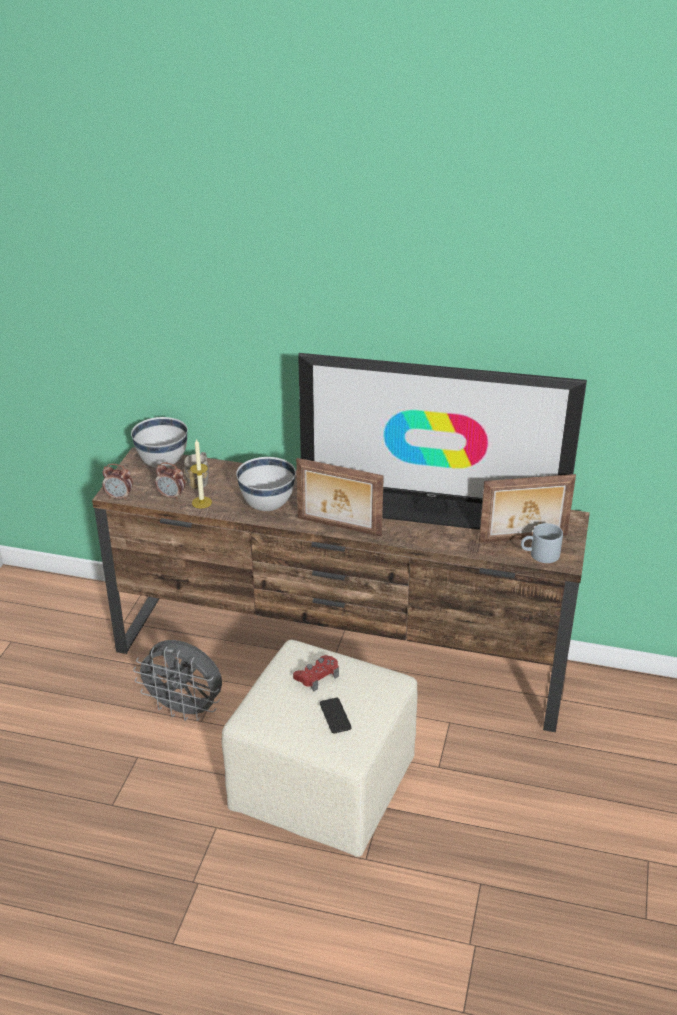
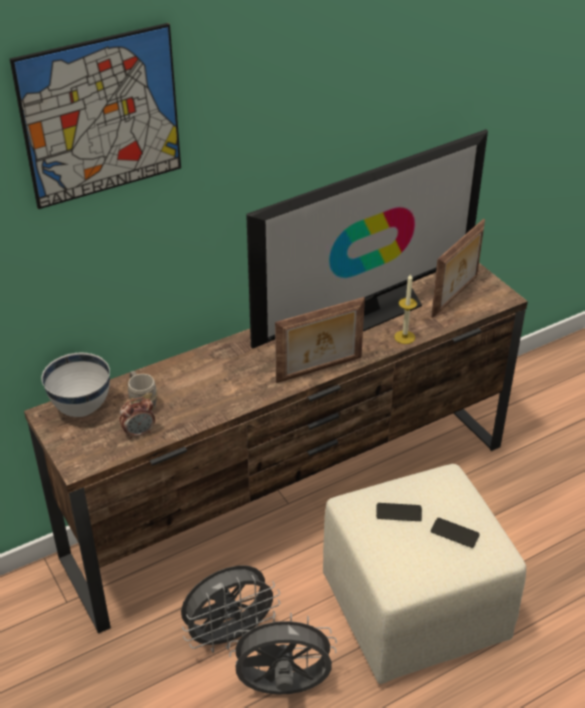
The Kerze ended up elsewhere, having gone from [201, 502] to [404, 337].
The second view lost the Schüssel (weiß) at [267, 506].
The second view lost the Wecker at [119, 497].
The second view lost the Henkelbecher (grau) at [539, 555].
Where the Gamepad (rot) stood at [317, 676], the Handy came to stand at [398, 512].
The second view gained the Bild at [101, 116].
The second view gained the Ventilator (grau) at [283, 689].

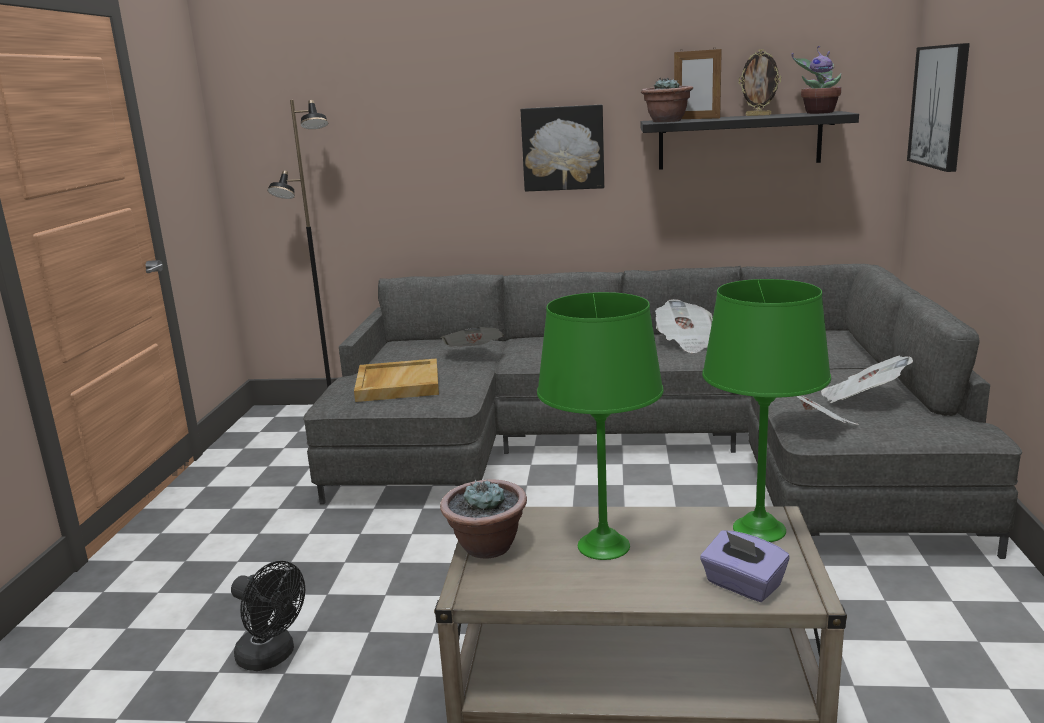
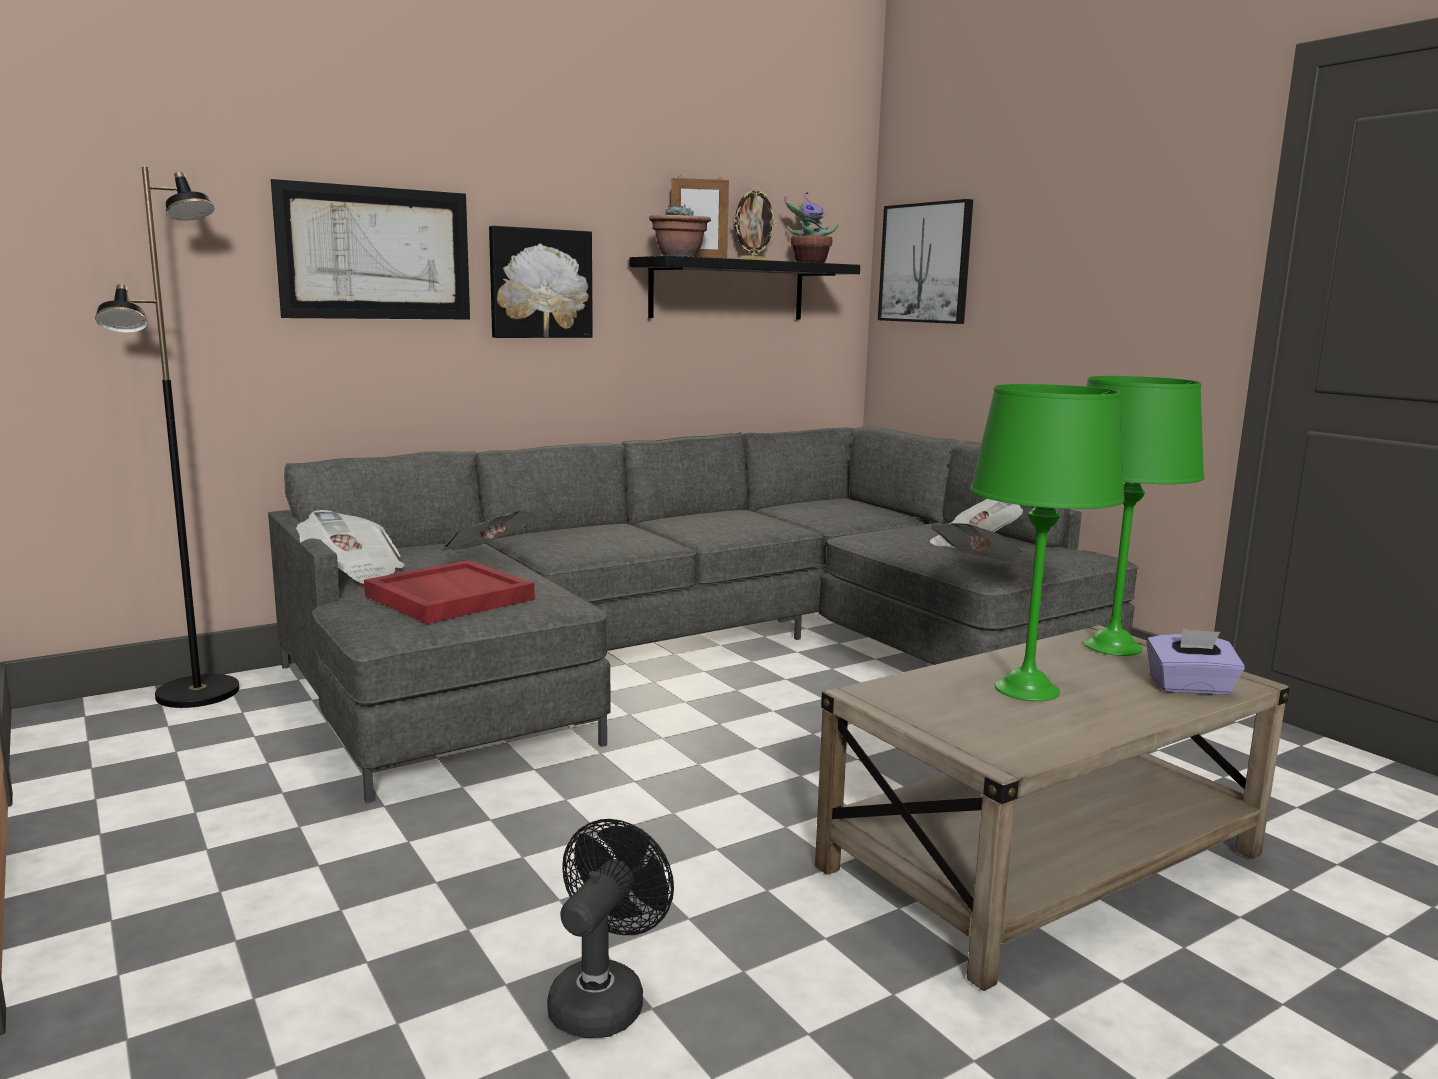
The Zeitung ended up elsewhere, having gone from [686, 343] to [352, 573].
What was the Tablett (beige) at [397, 384] turned into the Tablett (rot) at [448, 597].
The second view lost the Topfpflanze at [486, 547].
The Ventilator (schwarz) at [272, 657] ended up facing another way, 60 degrees counterclockwise from before.
The second view gained the Bild at [376, 253].

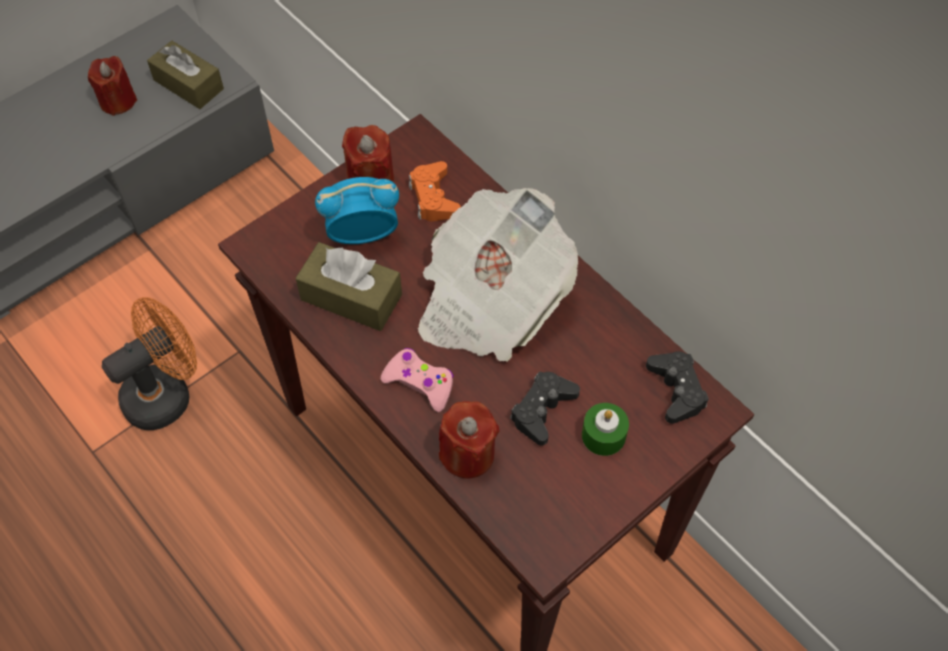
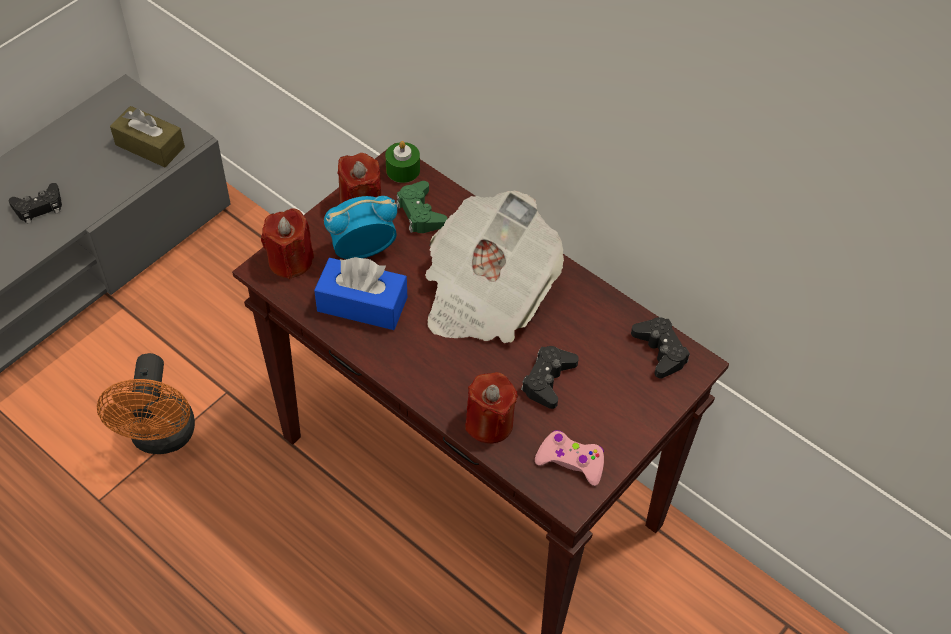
The Kerze (rot) ended up elsewhere, having gone from [118, 101] to [290, 261].
What was the Gamepad (orange) at [433, 198] turned into the Gamepad (grün) at [420, 213].
What was the Taschentuchbox (braun) at [351, 297] turned into the Taschentuchbox (blau) at [362, 304].
The Ventilator (orange) at [166, 393] ended up facing another way, 135 degrees clockwise from before.
The Gamepad (rosa) ended up elsewhere, having gone from [420, 383] to [571, 461].
The Kerze (grün) ended up elsewhere, having gone from [603, 435] to [403, 170].
The second view gained the Gamepad (schwarz) at [39, 207].

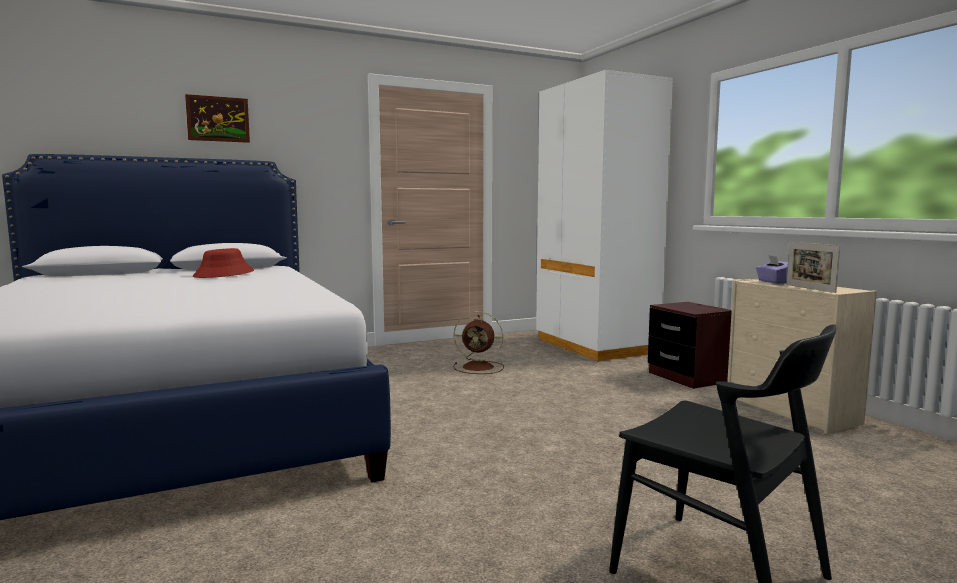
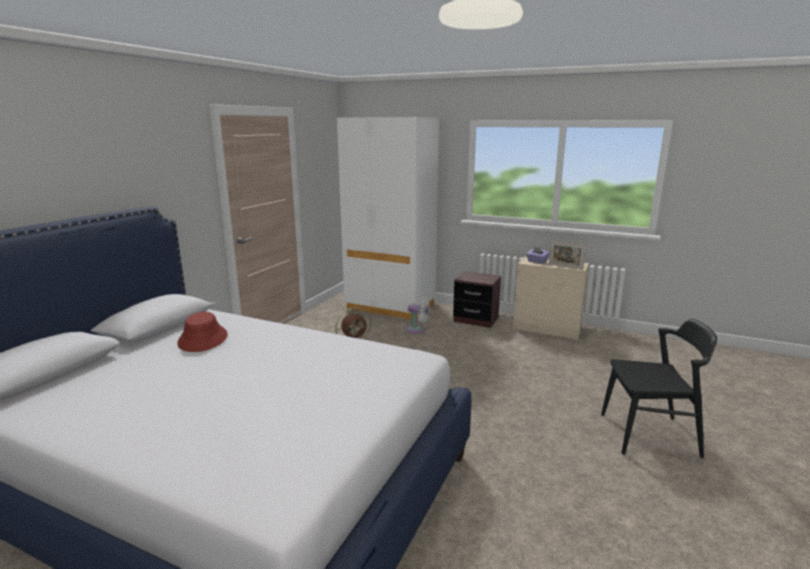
The second view lost the Bild at [218, 119].
The second view gained the Ventilator (weiß) at [417, 329].

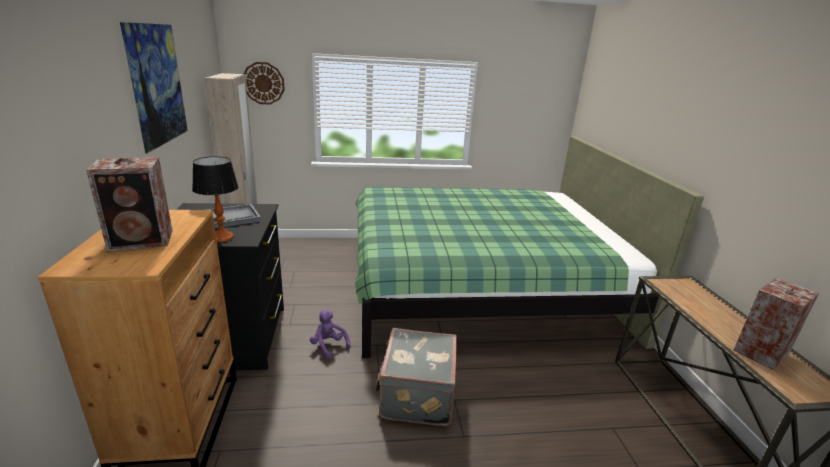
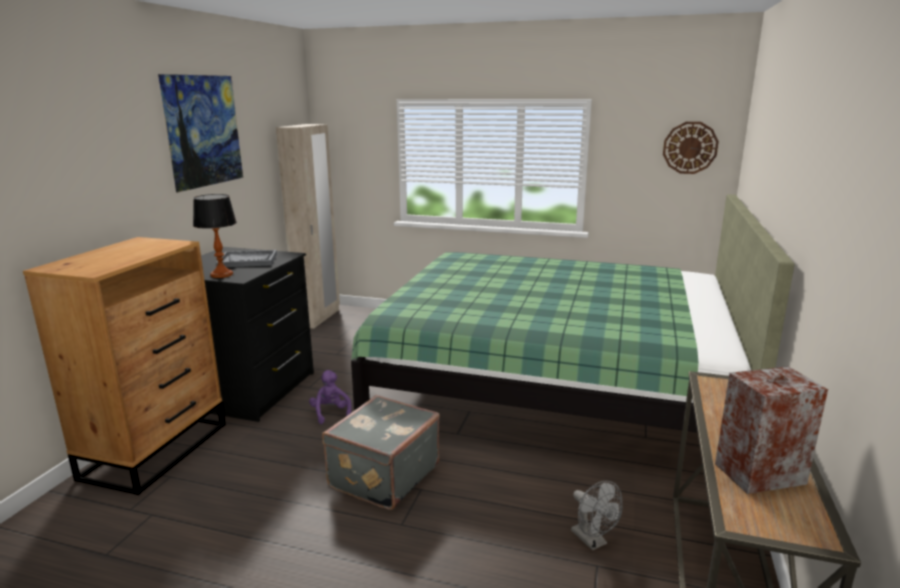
The Wanduhr ended up elsewhere, having gone from [263, 83] to [690, 147].
The second view lost the Lautsprecher at [143, 240].
The second view gained the Ventilator (grau) at [593, 541].

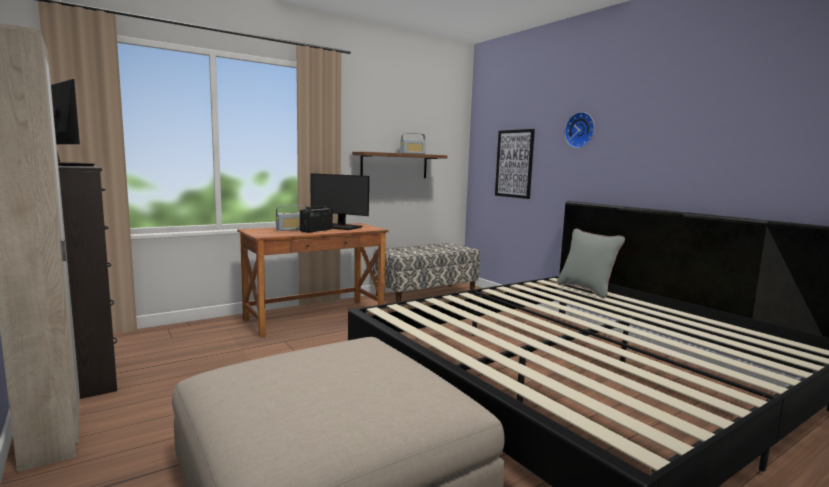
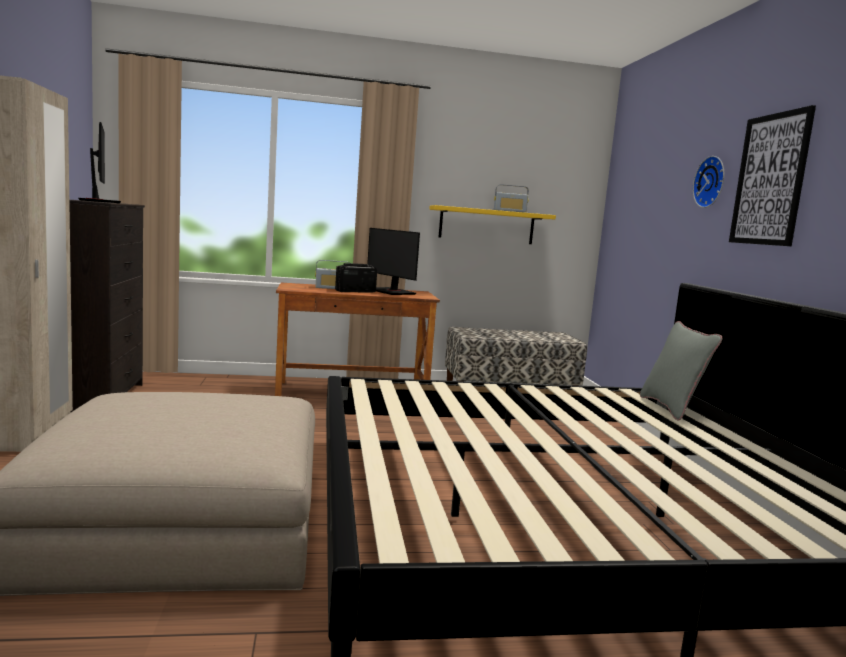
The Bild ended up elsewhere, having gone from [514, 163] to [770, 179].
What was the Wandregal (braun) at [394, 165] turned into the Wandregal (gelb) at [486, 225].

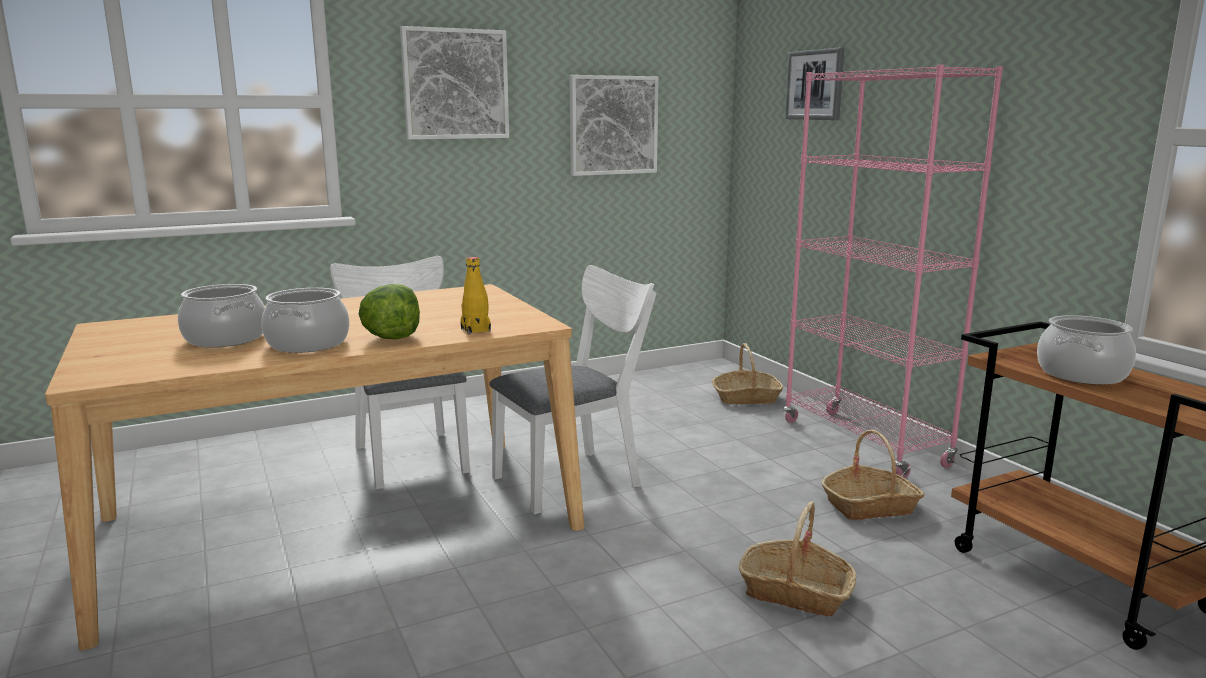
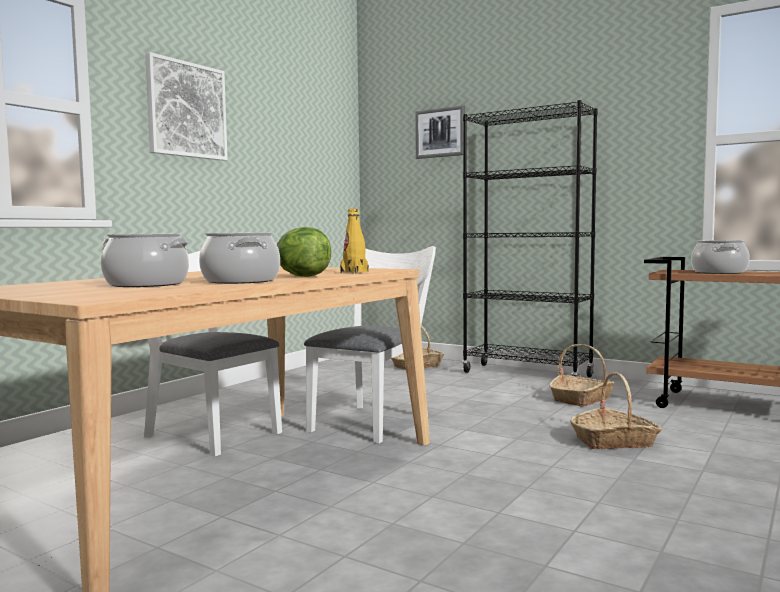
What was the Bücherregal (rosa) at [864, 443] turned into the Bücherregal (schwarz) at [527, 374].
The second view lost the Bild at [613, 125].

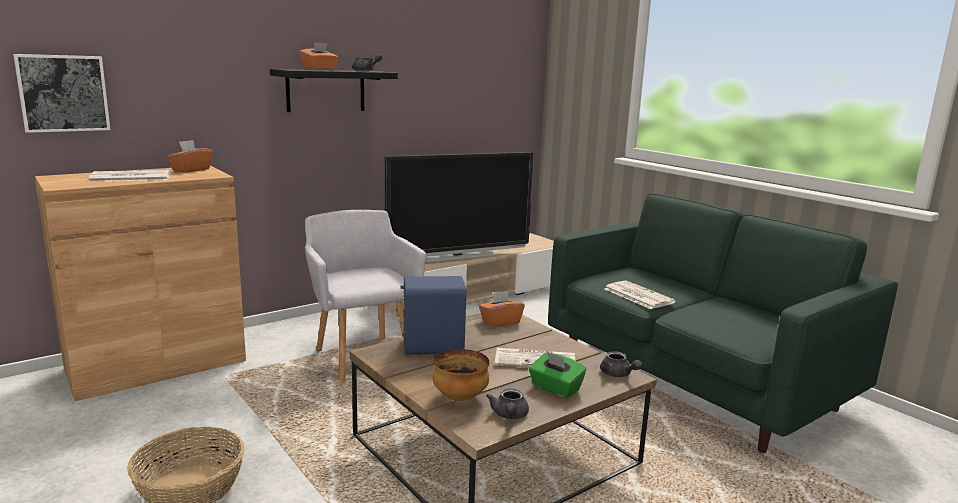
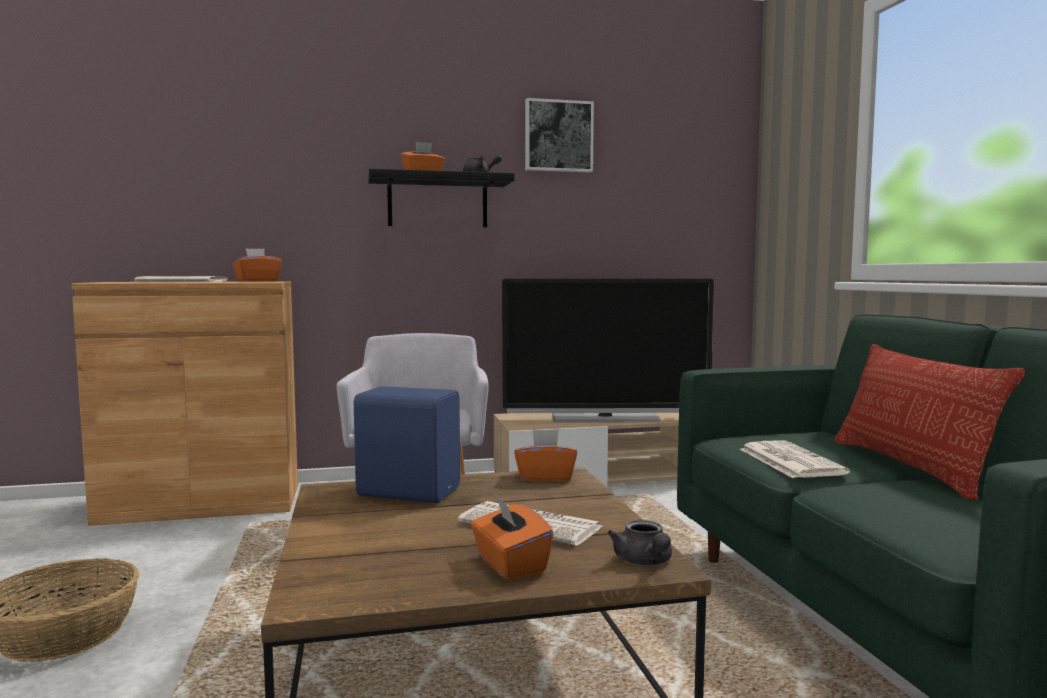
The Bild ended up elsewhere, having gone from [63, 93] to [558, 136].
The second view lost the Schüssel at [459, 397].
What was the Taschentuchbox (grün) at [555, 388] turned into the Taschentuchbox (orange) at [509, 564].
The second view lost the Teekanne (grau) at [509, 416].
The second view gained the Kissen at [910, 467].

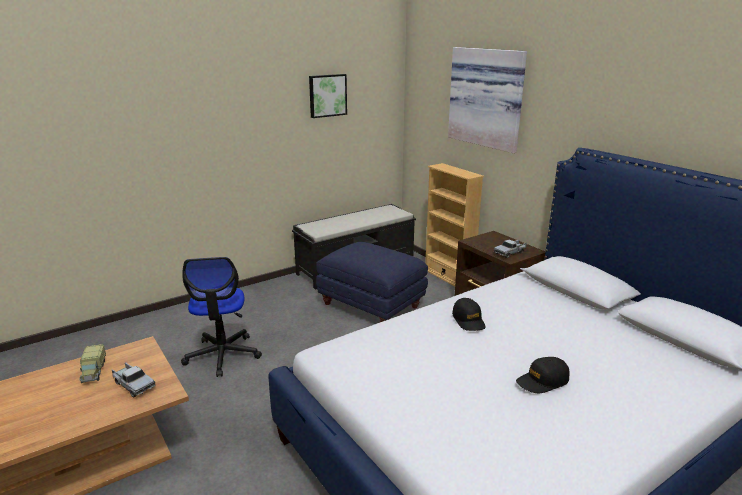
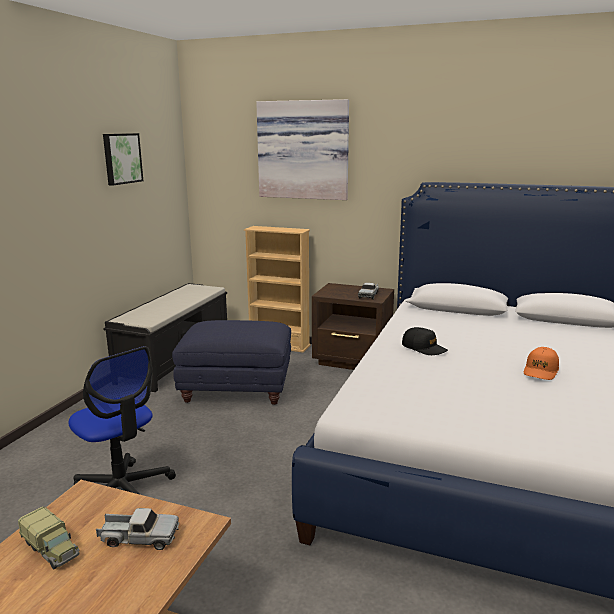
What was the Kappe (schwarz) at [542, 381] turned into the Kappe (orange) at [541, 371].

